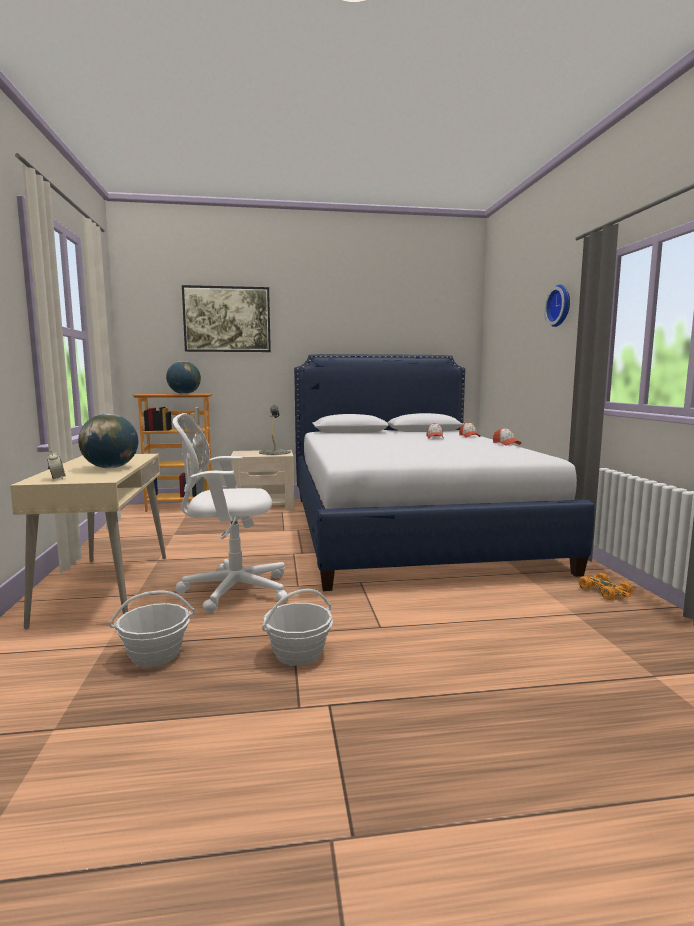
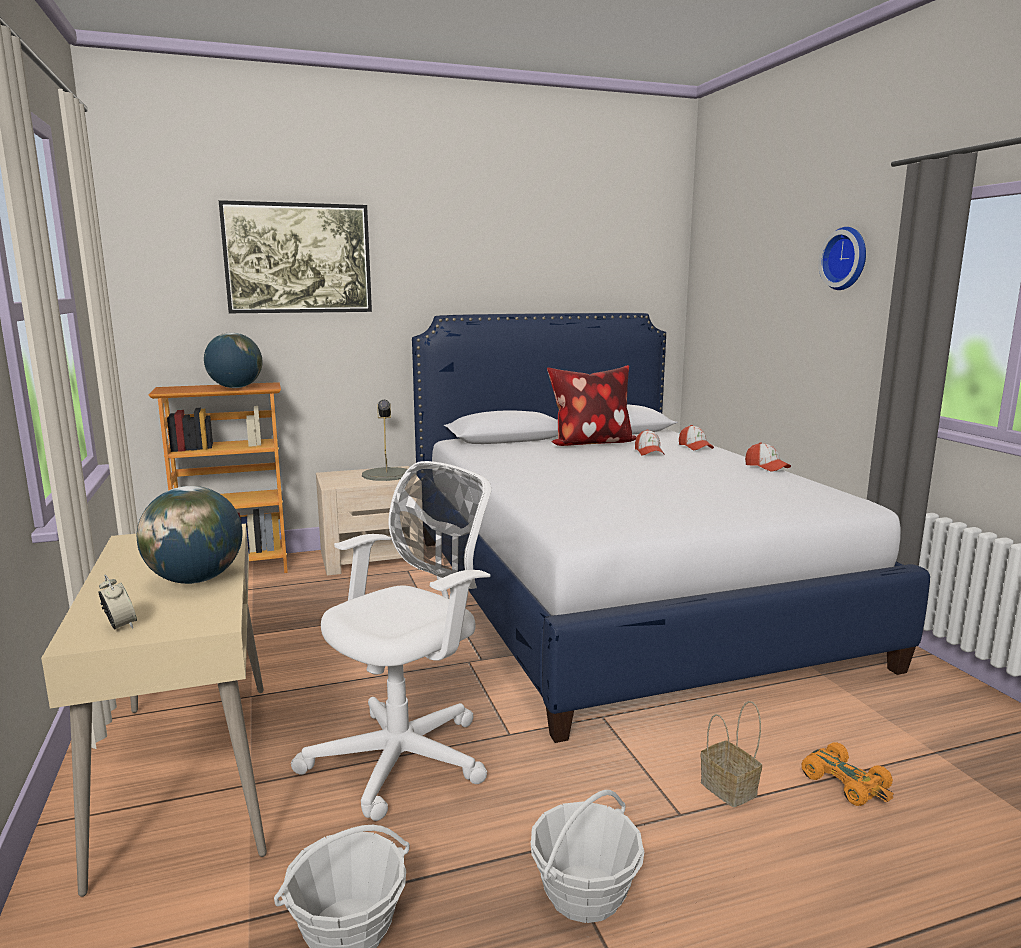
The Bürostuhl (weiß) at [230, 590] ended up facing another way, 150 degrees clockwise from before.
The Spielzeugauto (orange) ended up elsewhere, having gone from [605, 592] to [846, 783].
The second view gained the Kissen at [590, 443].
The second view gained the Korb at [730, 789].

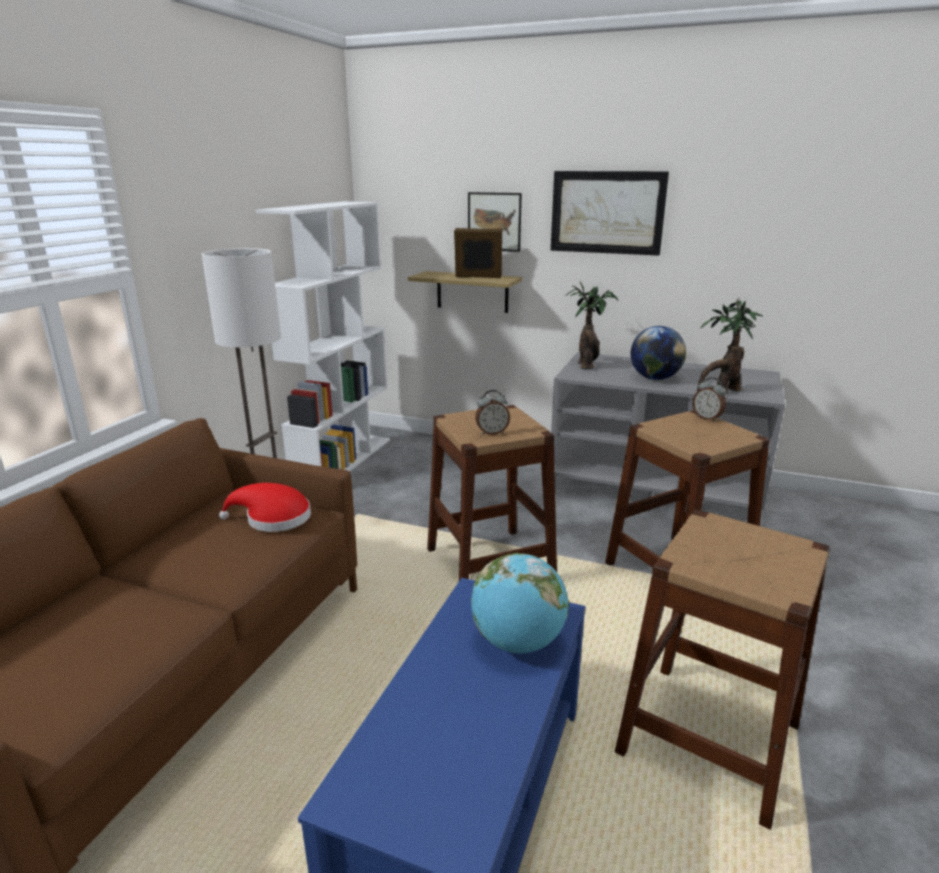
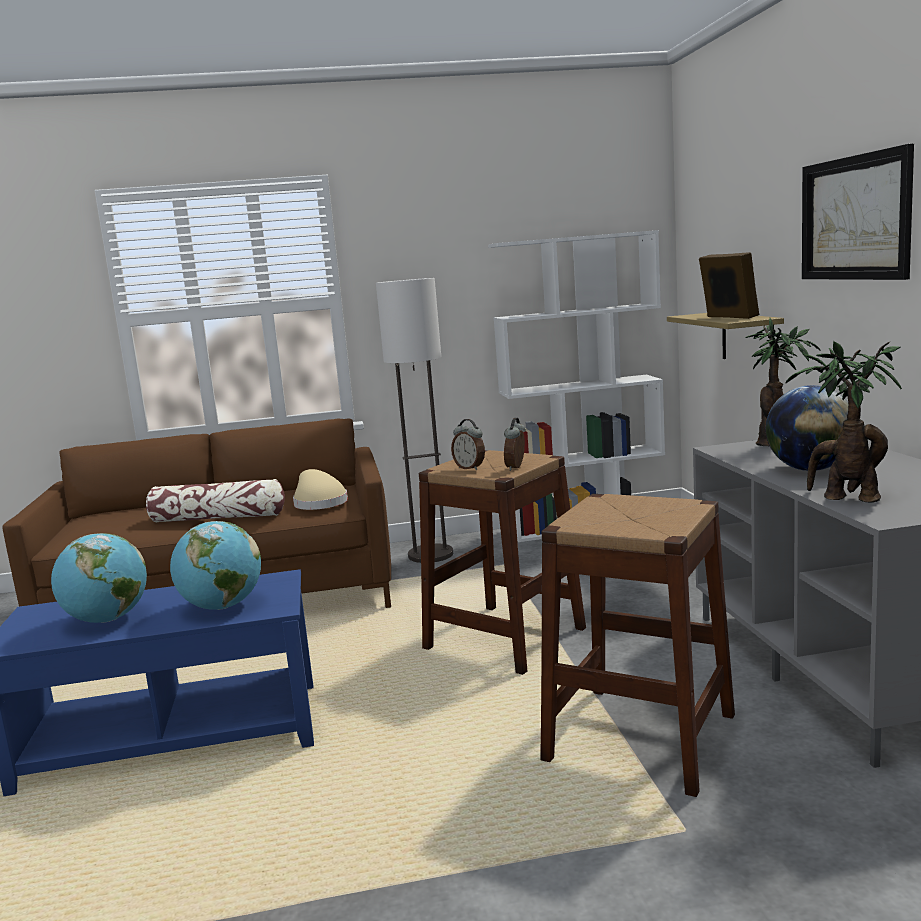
The second view lost the Bild at [494, 221].
The Wecker ended up elsewhere, having gone from [707, 418] to [517, 467].
What was the Hut (rot) at [273, 518] turned into the Hut (beige) at [318, 503].
The second view lost the Hocker (braun) at [708, 738].
The second view gained the Kissen at [218, 518].
The second view gained the Globus at [107, 620].

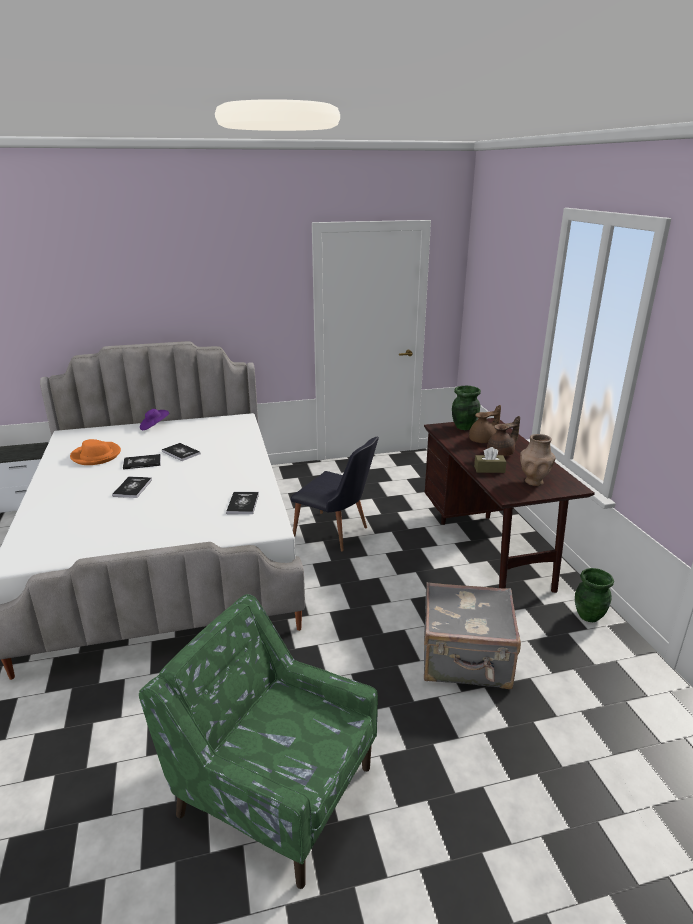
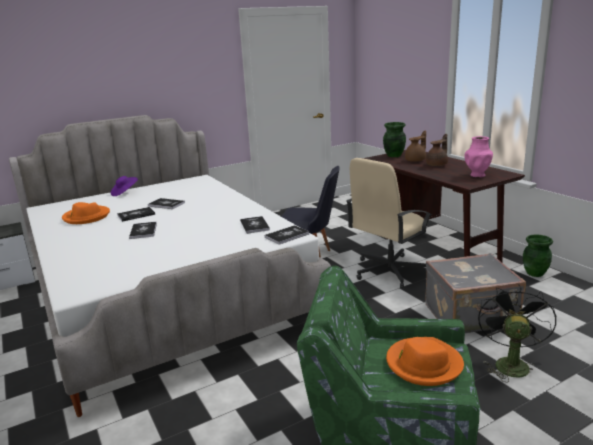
What was the Vase (braun) at [534, 481] turned into the Vase (rosa) at [477, 175].
The second view lost the Taschentuchbox (braun) at [489, 469].
The second view gained the Bürostuhl (beige) at [389, 271].
The second view gained the Buch at [287, 235].
The second view gained the Ventilator (schwarz) at [509, 363].
The second view gained the Hut (orange) at [423, 364].

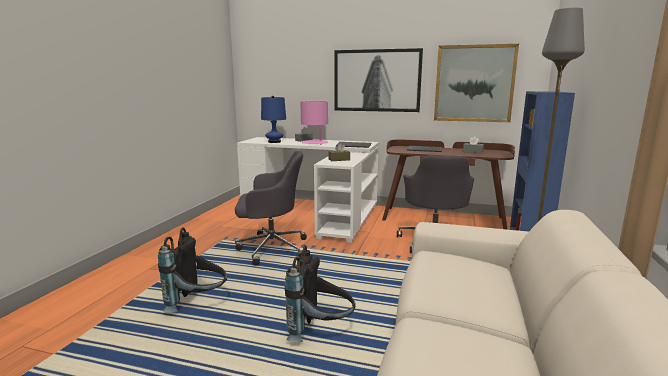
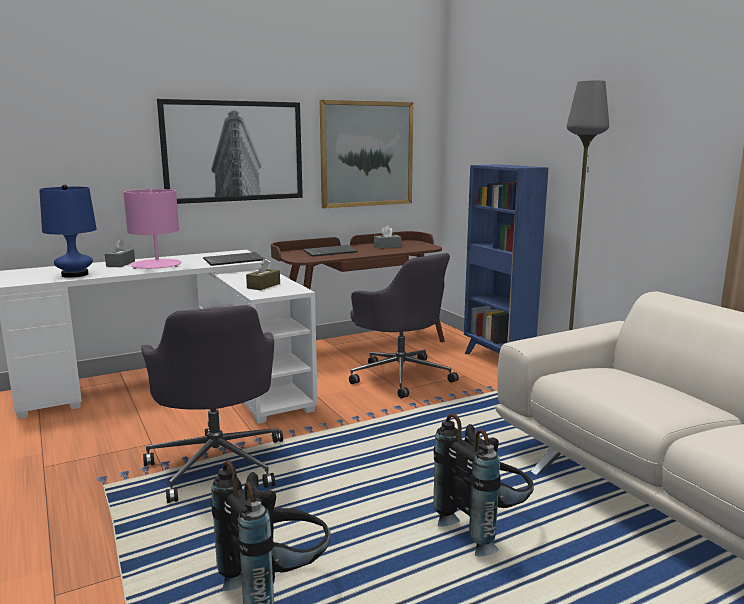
The Bürostuhl (grau) at [271, 248] ended up facing another way, 120 degrees clockwise from before.

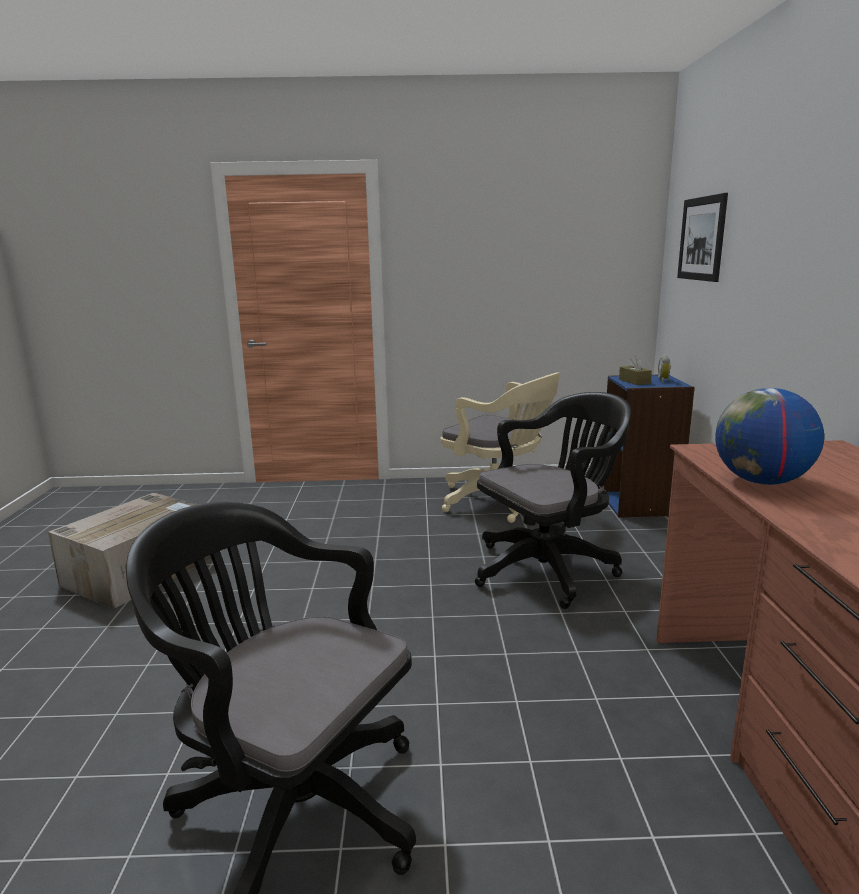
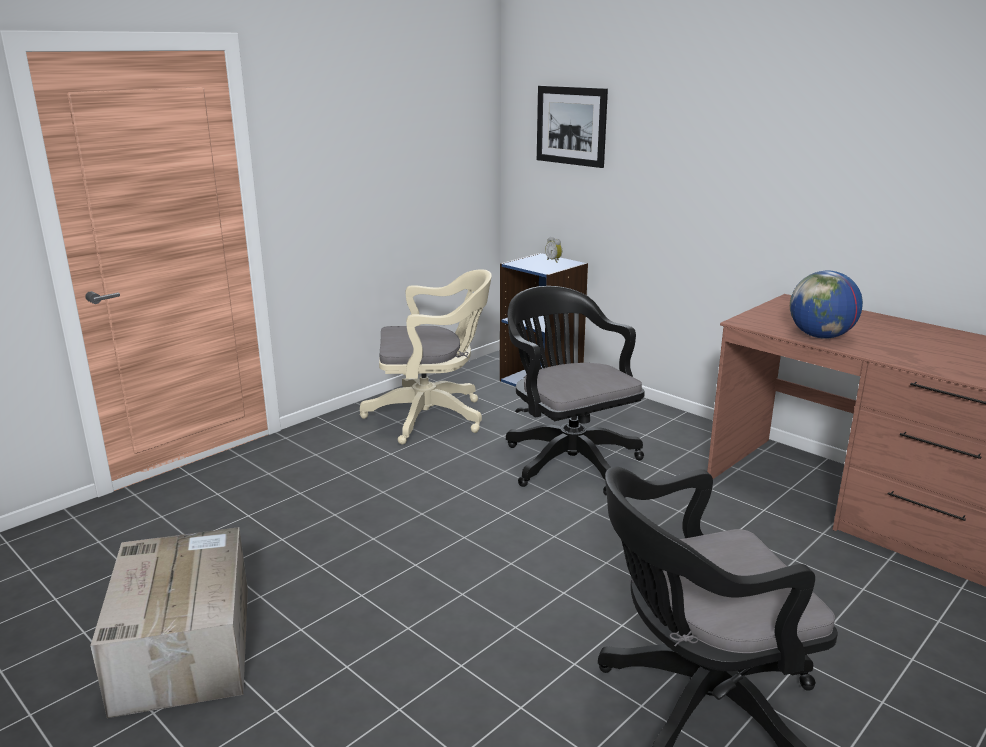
The second view lost the Taschentuchbox (braun) at [634, 381].
The Bürostuhl (schwarz) at [549, 568] ended up facing another way, 45 degrees counterclockwise from before.

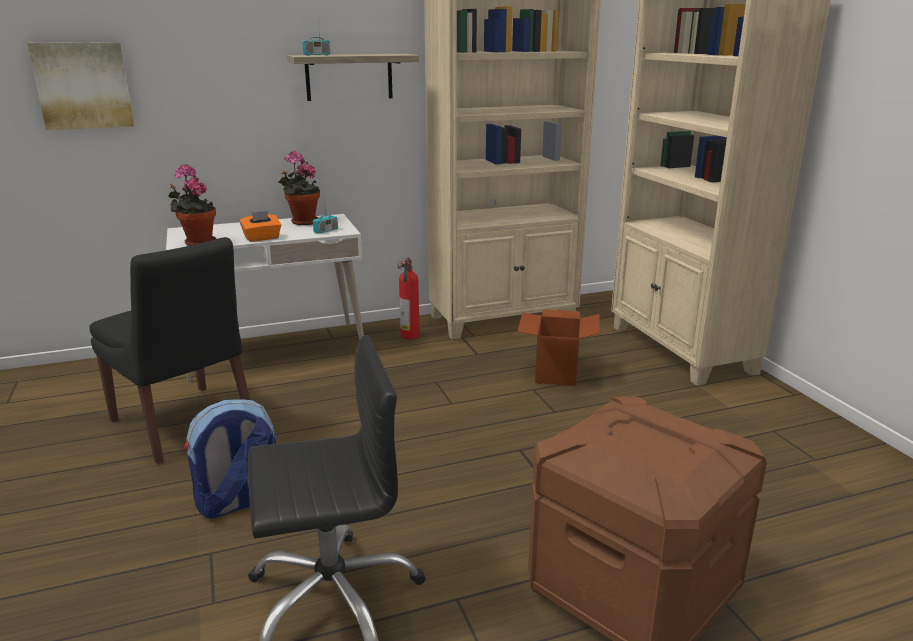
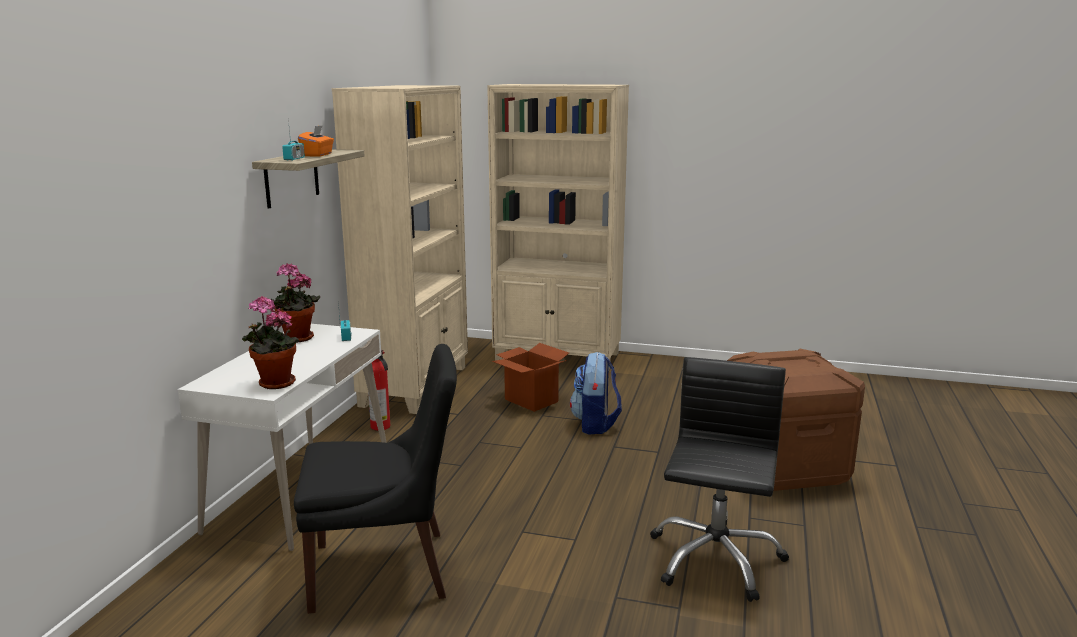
The second view lost the Bild at [83, 85].
The Taschentuchbox (orange) ended up elsewhere, having gone from [262, 238] to [317, 155].
The Rucksack ended up elsewhere, having gone from [239, 503] to [595, 424].

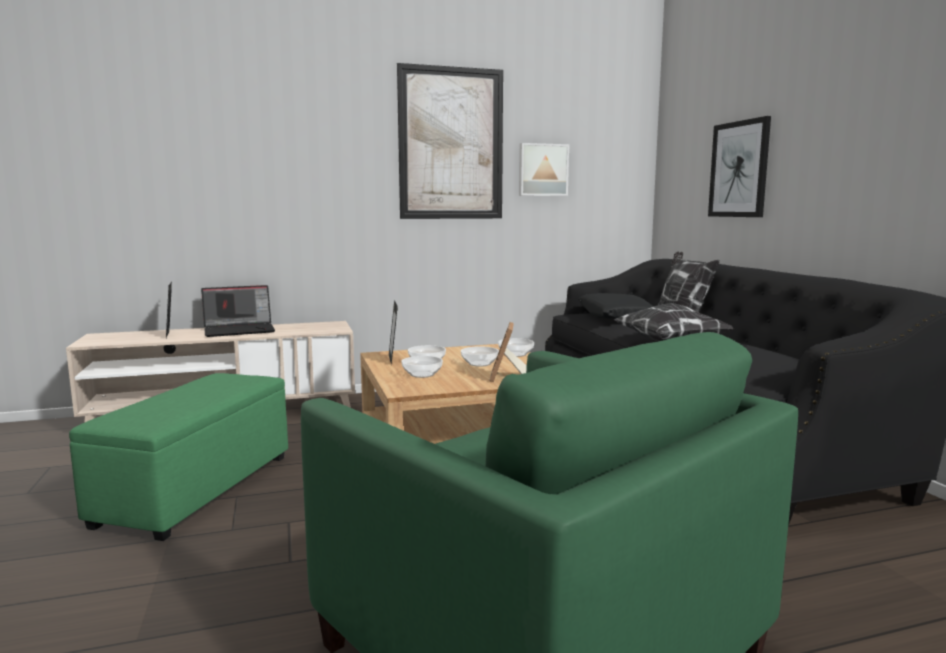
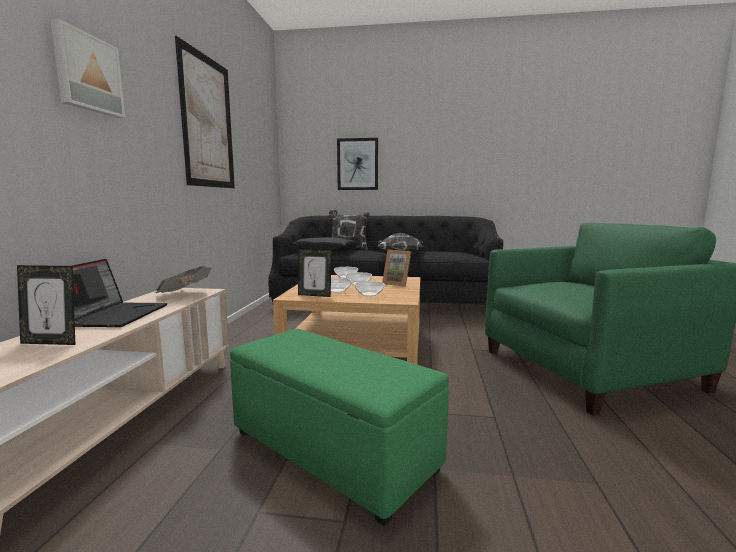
The Bild ended up elsewhere, having gone from [542, 170] to [87, 73].
The second view gained the Zeitung at [184, 294].

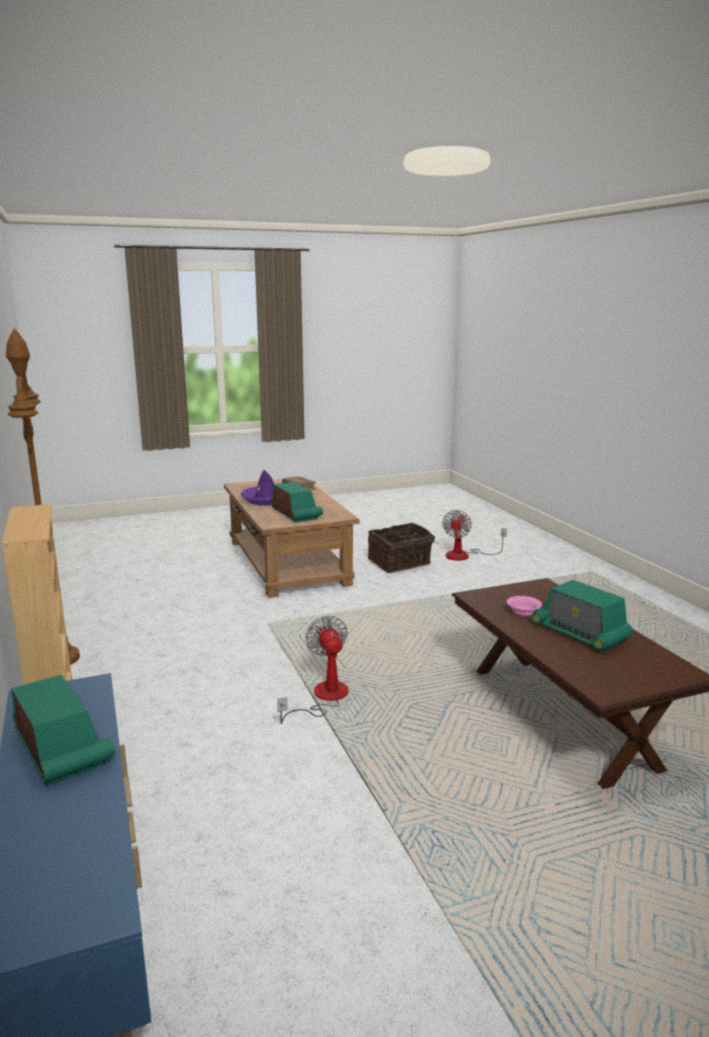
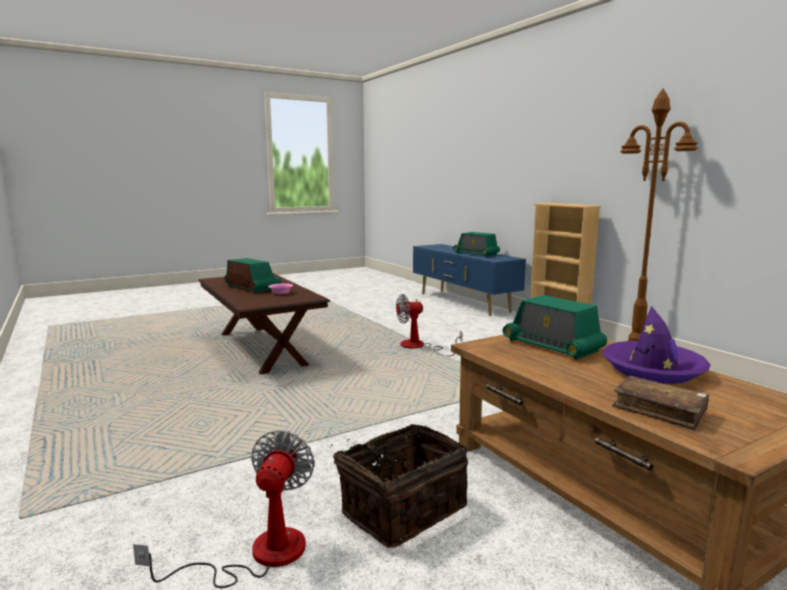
The Ventilator at [323, 698] ended up facing another way, 105 degrees clockwise from before.

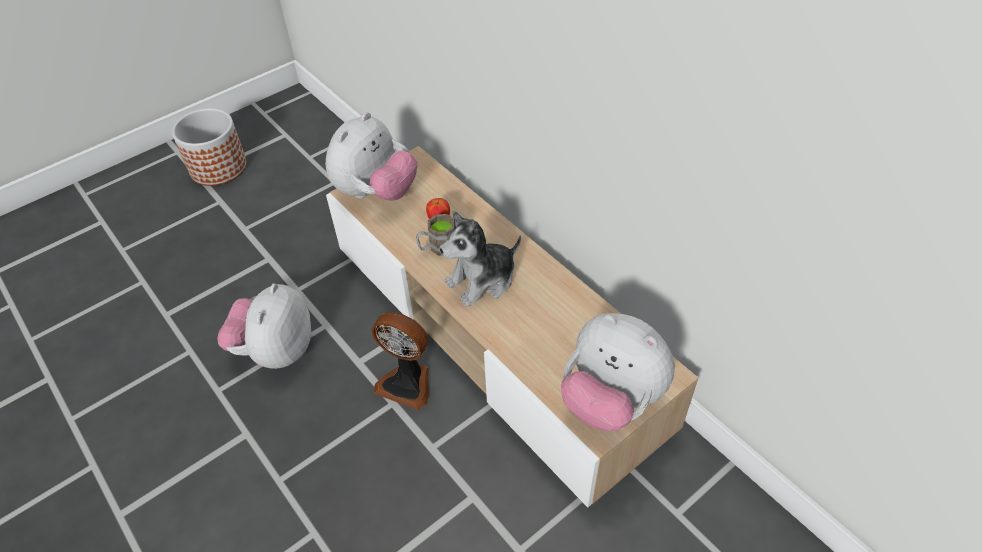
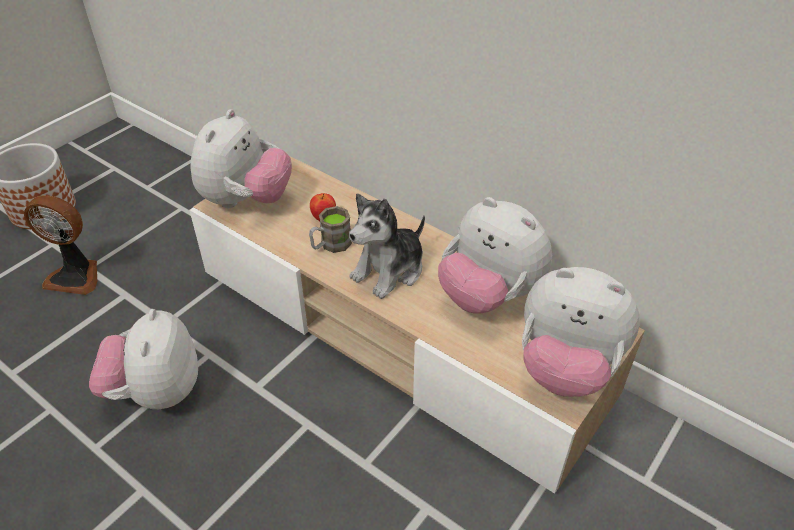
The Ventilator ended up elsewhere, having gone from [407, 382] to [76, 276].
The second view gained the Plüschtier at [489, 295].

